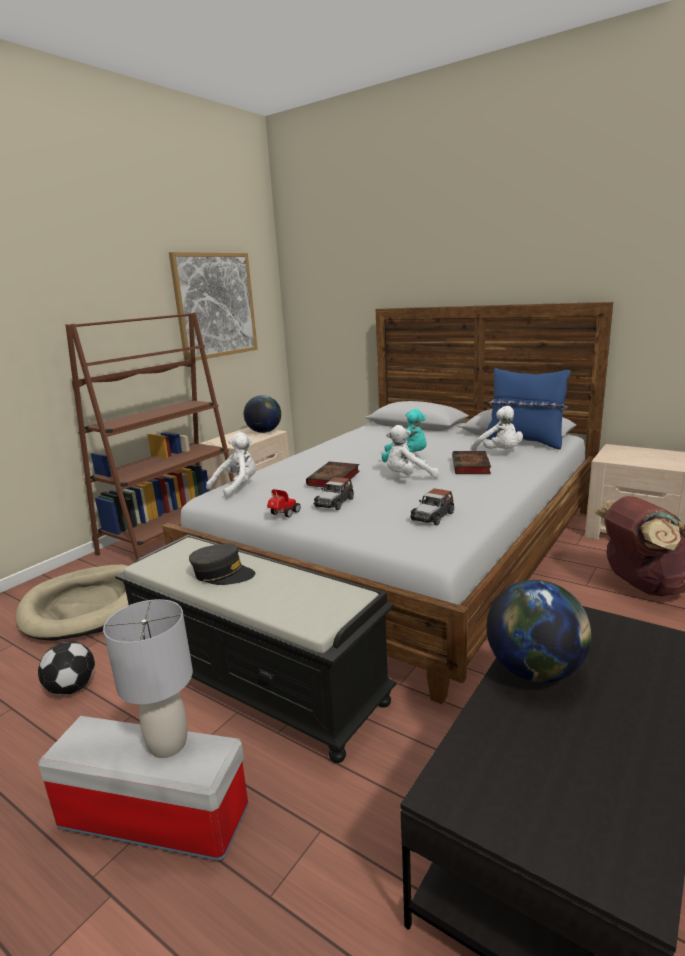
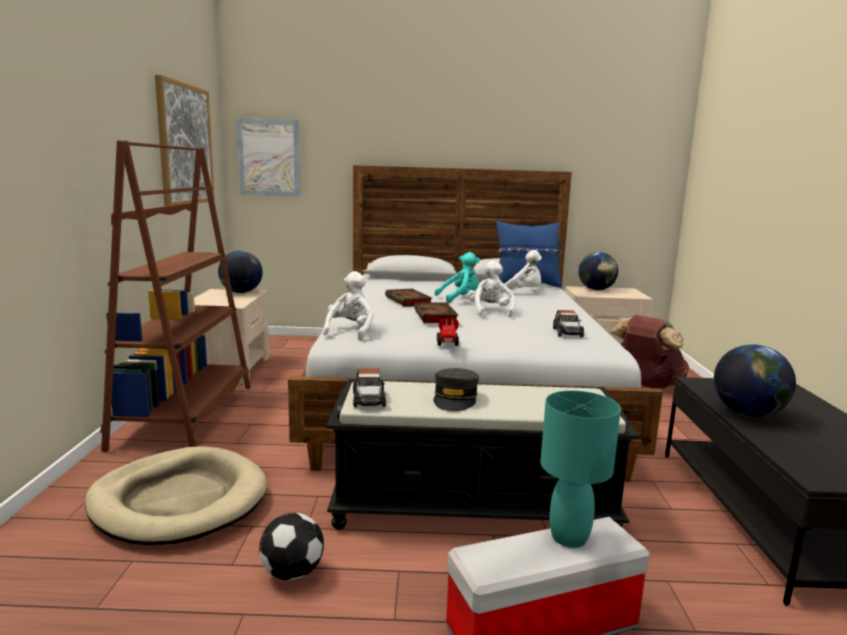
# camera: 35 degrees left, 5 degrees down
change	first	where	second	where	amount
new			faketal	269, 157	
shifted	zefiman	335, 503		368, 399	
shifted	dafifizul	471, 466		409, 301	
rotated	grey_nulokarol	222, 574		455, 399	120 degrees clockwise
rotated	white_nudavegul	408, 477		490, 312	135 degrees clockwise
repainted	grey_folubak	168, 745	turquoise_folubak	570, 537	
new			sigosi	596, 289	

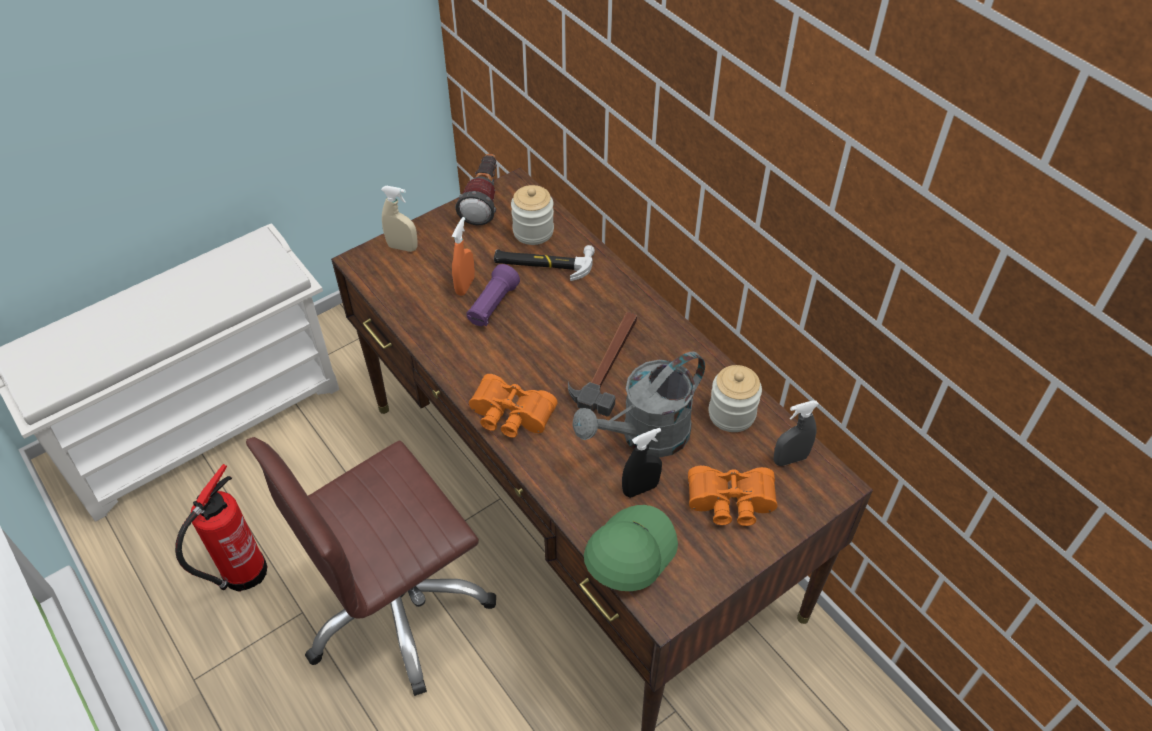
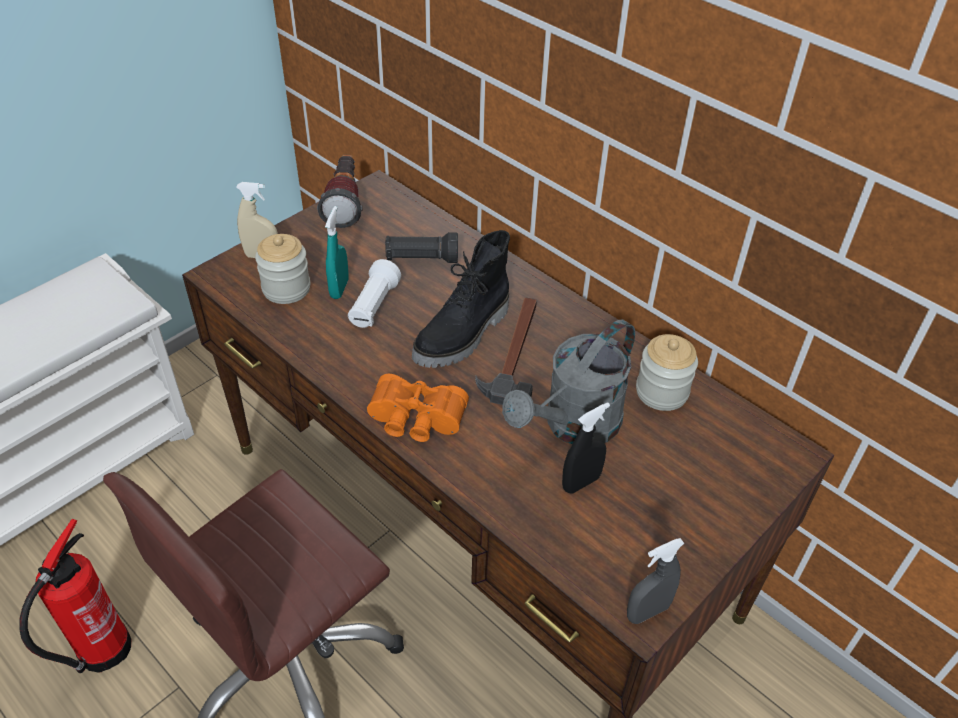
# camera: 10 degrees left, 5 degrees down
change	first	where	second	where	amount
shifted	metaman	533, 231		286, 288	
repainted	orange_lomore	465, 285	turquoise_lomore	339, 288	
repainted	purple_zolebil	492, 306	white_zolebil	373, 306	
swapped	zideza	543, 263	black_zolebil	421, 259	
new			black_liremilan	464, 336	
shifted	grey_lomore	790, 459		647, 612	
gone	green_nulokarol	629, 552			
gone	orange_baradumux	731, 504			

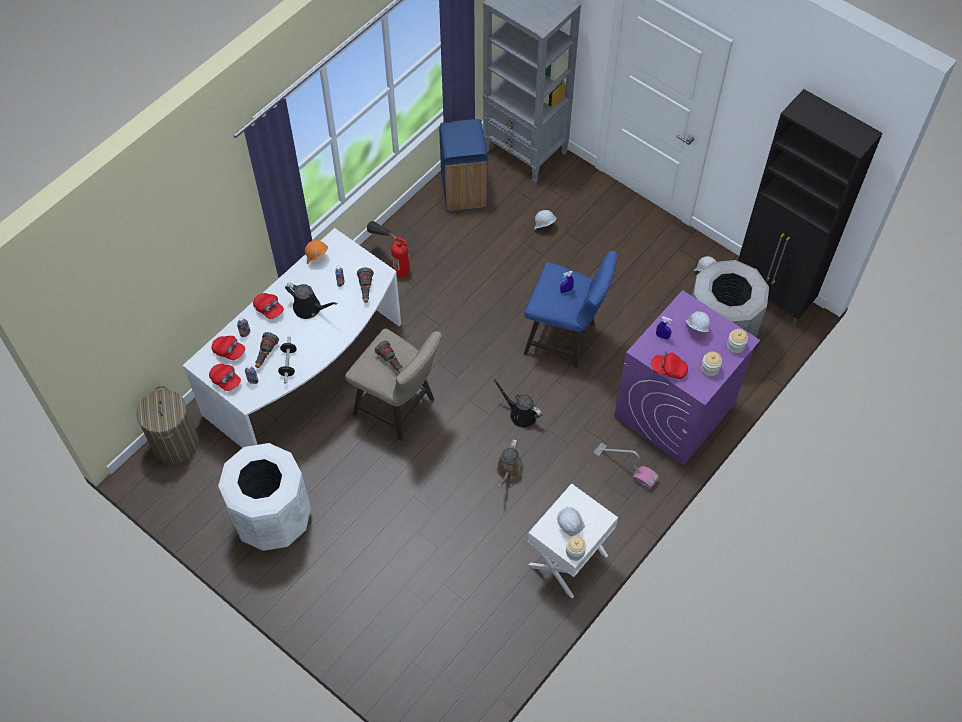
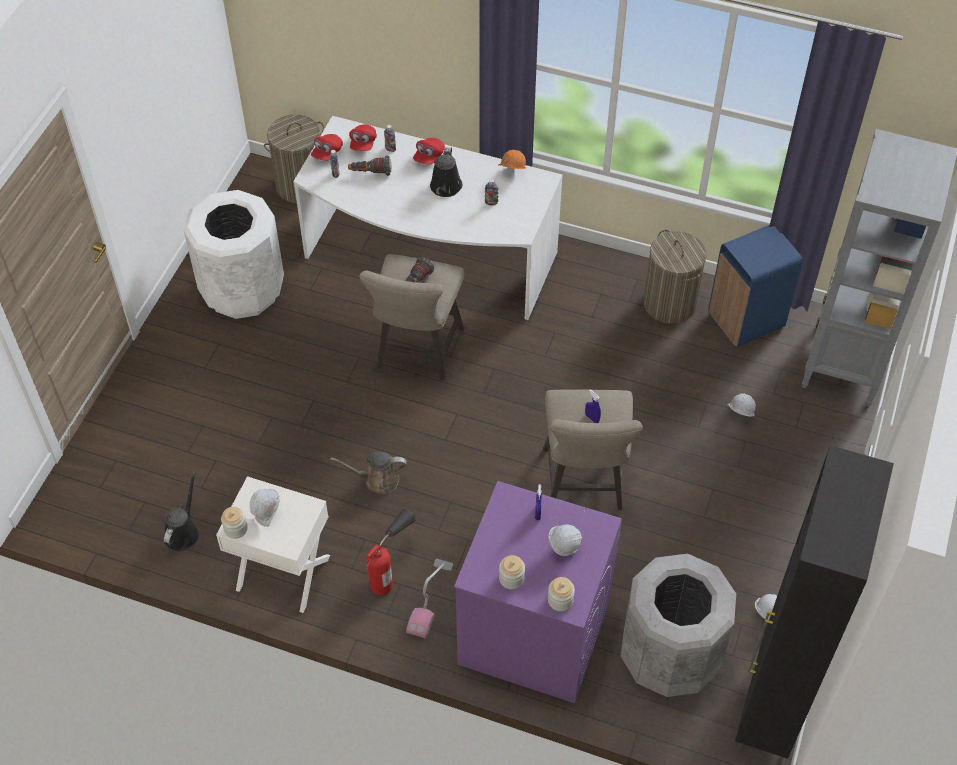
# camera: 70 degrees right, 5 degrees down
change	first	where	second	where	amount
shifted	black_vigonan	520, 414		183, 532	
shifted	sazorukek	391, 262		391, 568	
repainted	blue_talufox	565, 339	beige_talufox	584, 485	
new			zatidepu	669, 303	
gone	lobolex	288, 363			
gone	zolebil	366, 291			
gone	red_nulokarol	668, 369			

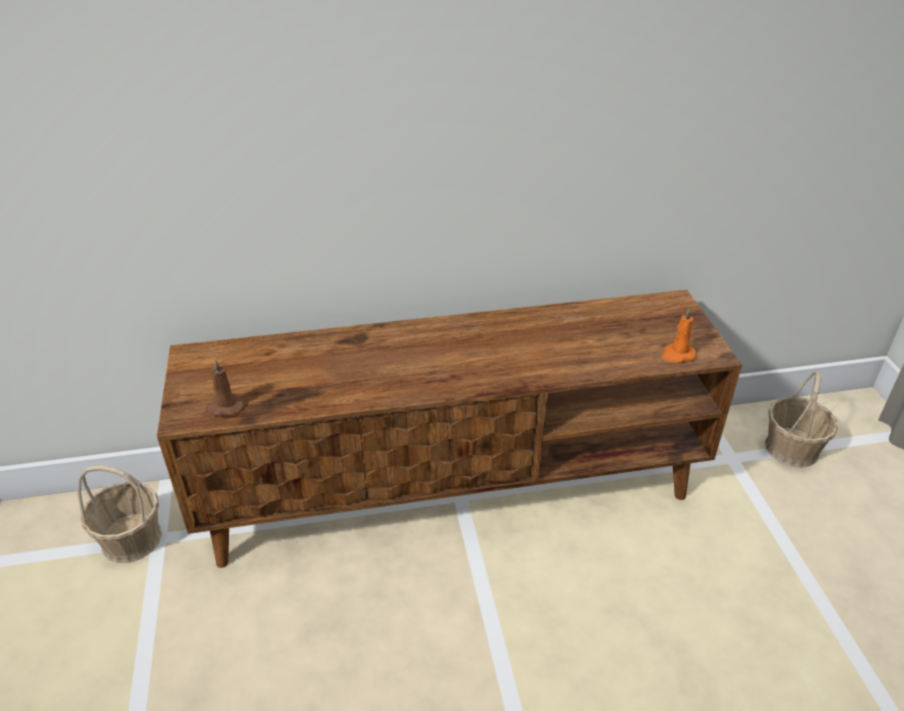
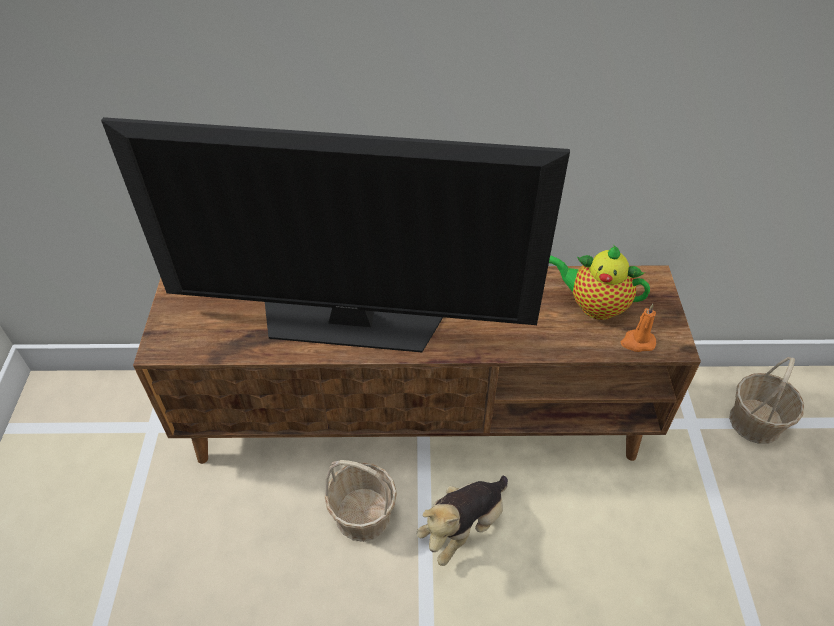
# camera: 10 degrees right, 10 degrees up
change	first	where	second	where	amount
new			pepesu	351, 320	
shifted	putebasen	131, 539		362, 514	
new			nudavegul	463, 526	
new			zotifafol	593, 305	
gone	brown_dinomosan	225, 407			

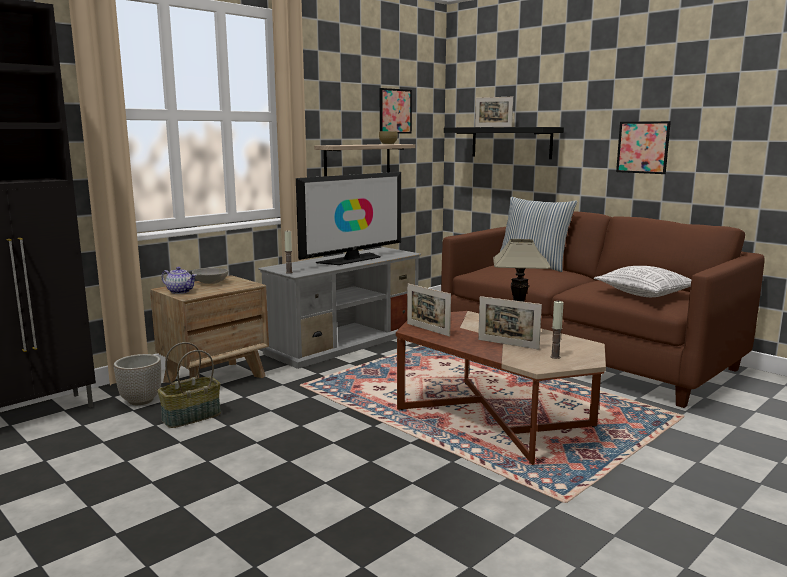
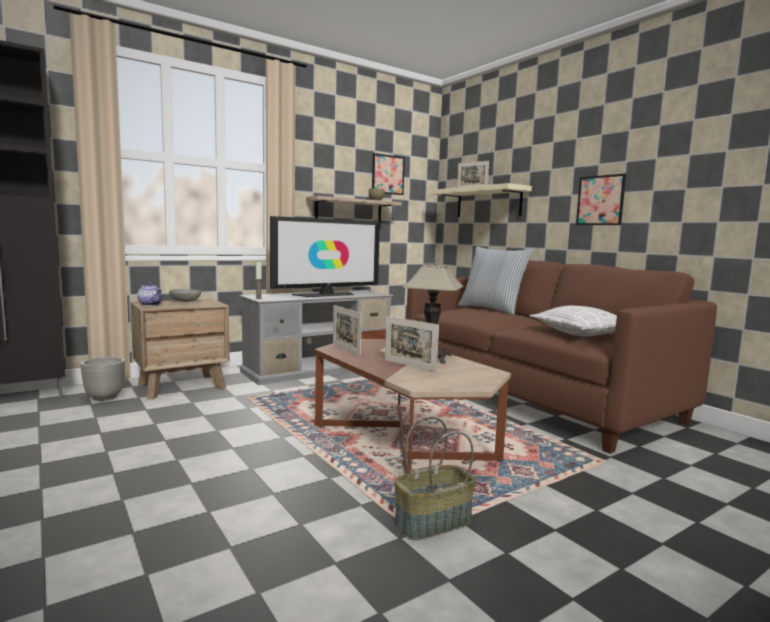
# camera: 10 degrees right, 5 degrees down
change	first	where	second	where	amount
shifted	putebasen	191, 417		433, 523	
repainted	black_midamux	511, 142	beige_midamux	488, 203	
gone	dinomosan	555, 357			

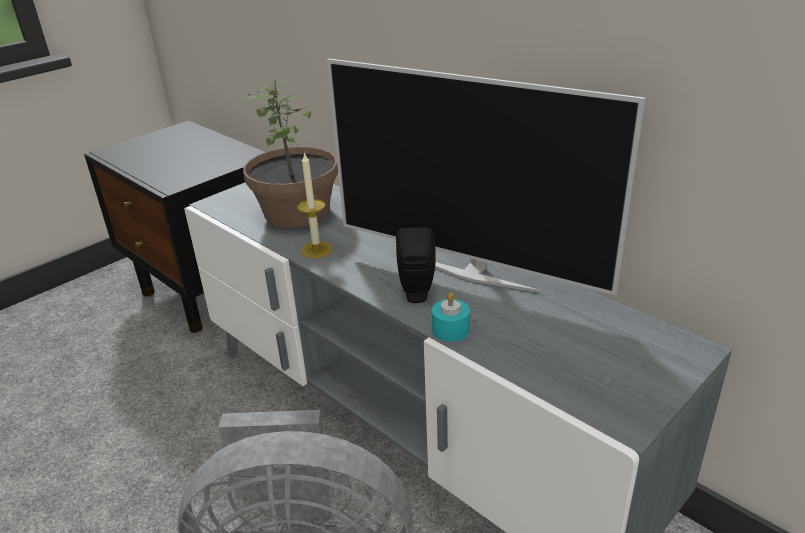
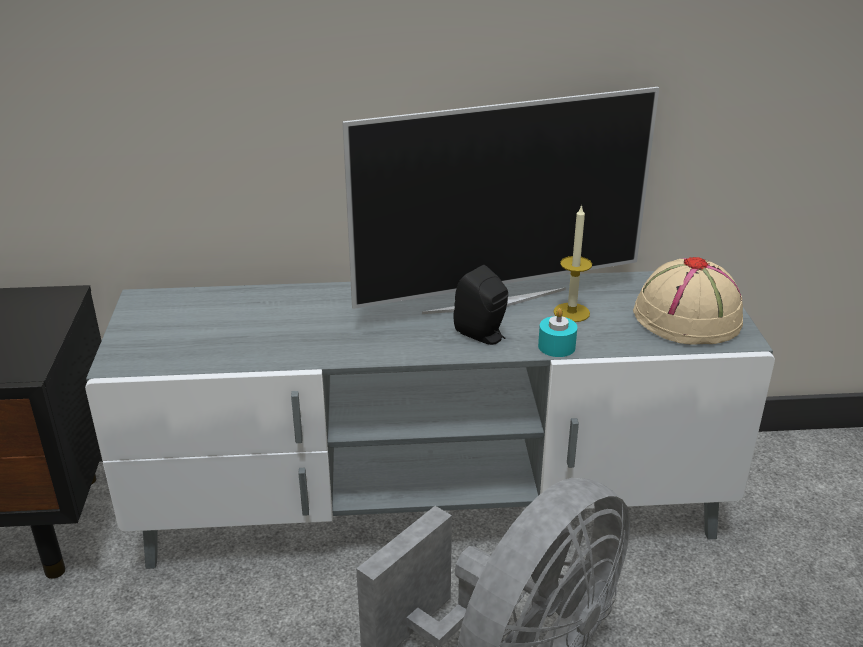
# camera: 50 degrees left, 0 degrees up
change	first	where	second	where	amount
shifted	dinomosan	316, 249		571, 312	
new			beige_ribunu	688, 318	
gone	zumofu	298, 212			

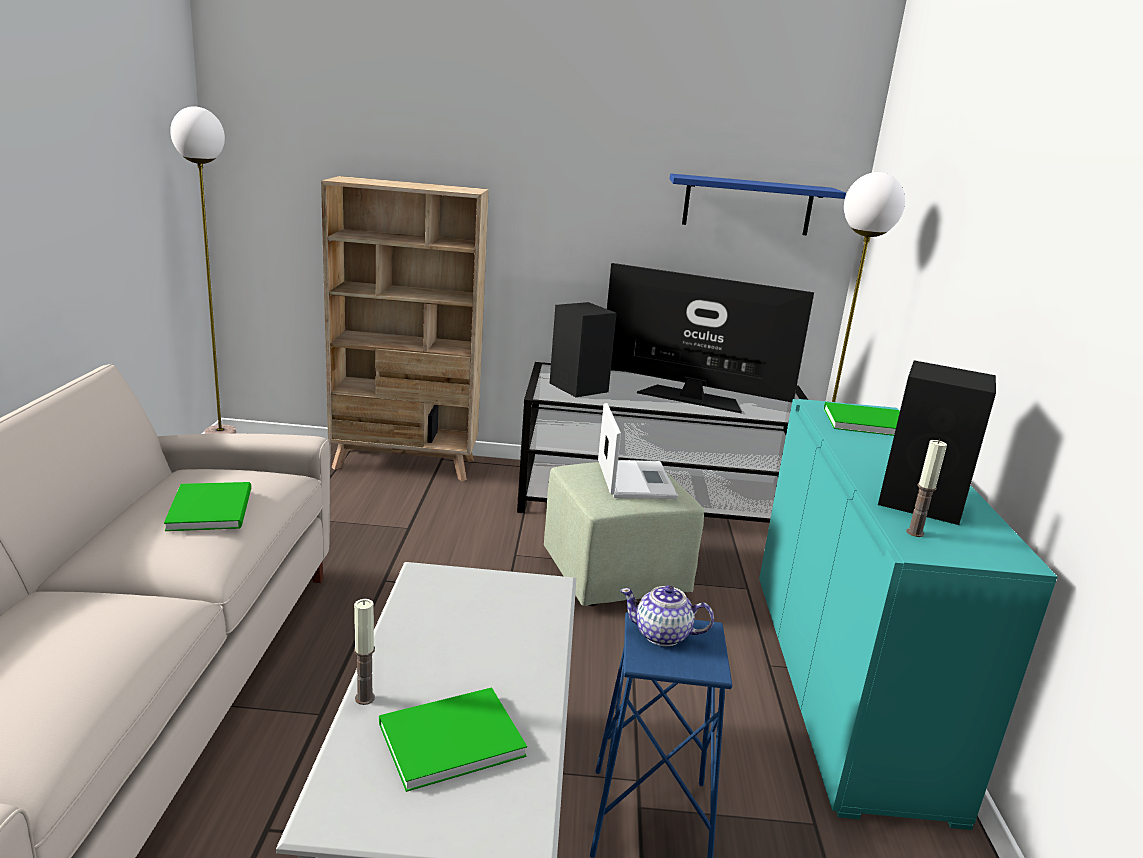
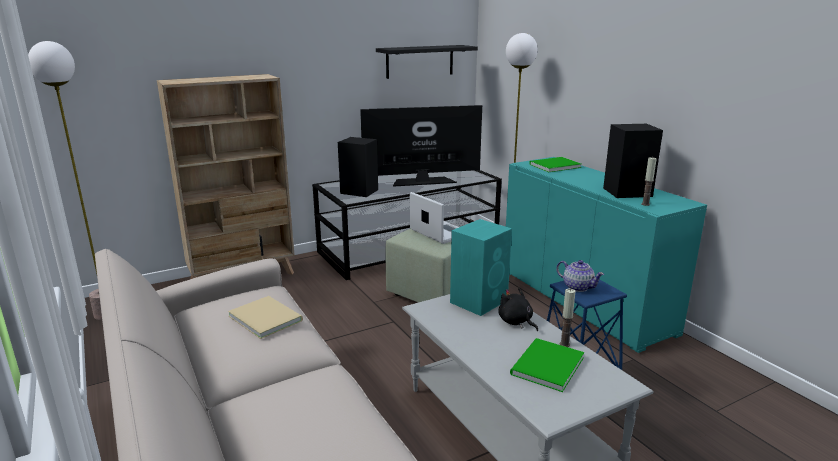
# camera: 30 degrees left, 0 degrees up
change	first	where	second	where	amount
repainted	green_dafifizul	213, 508	beige_dafifizul	266, 317	
repainted	blue_midamux	747, 205	black_midamux	420, 61	
new			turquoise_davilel	479, 301	
new			black_nudavegul	516, 322	
rotated	zotifafol	663, 635		577, 287	120 degrees counterclockwise
shifted	dinomosan	365, 698		564, 344	

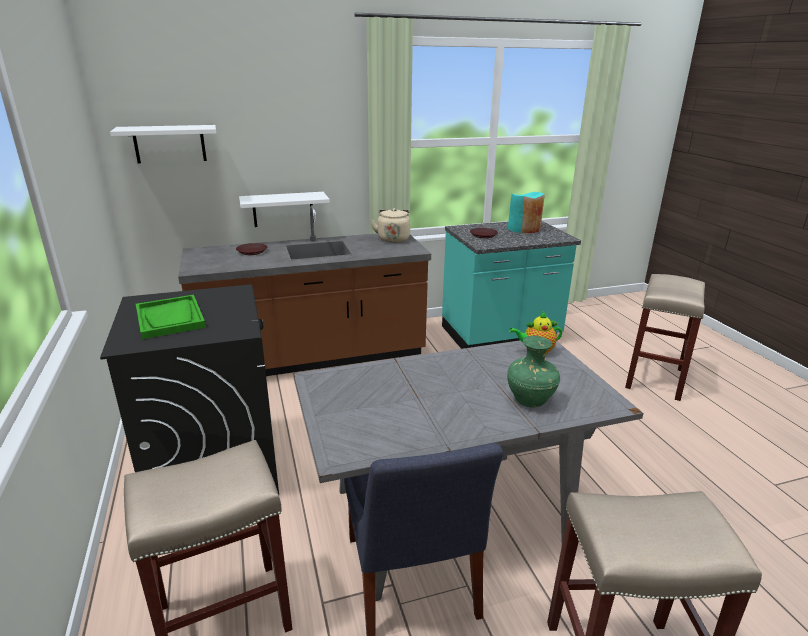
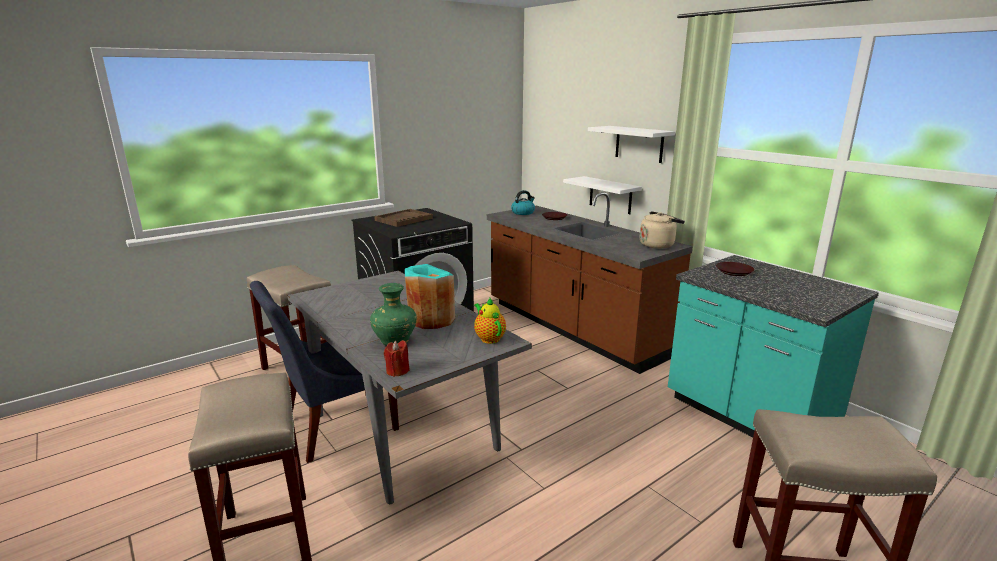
# camera: 70 degrees right, 5 degrees down
change	first	where	second	where	amount
repainted	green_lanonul	170, 318	brown_lanonul	404, 219	
new			red_dinomosan	397, 371	
shifted	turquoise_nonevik	524, 229		431, 319	
new			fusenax	523, 212	
shifted	white_midamux	169, 144		639, 144	

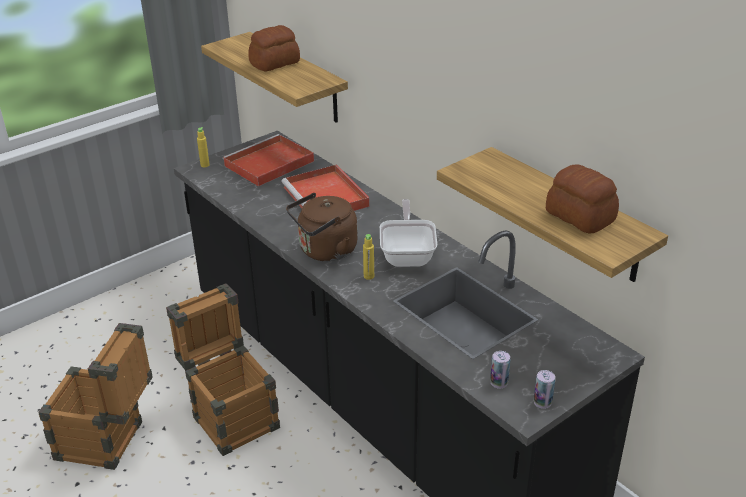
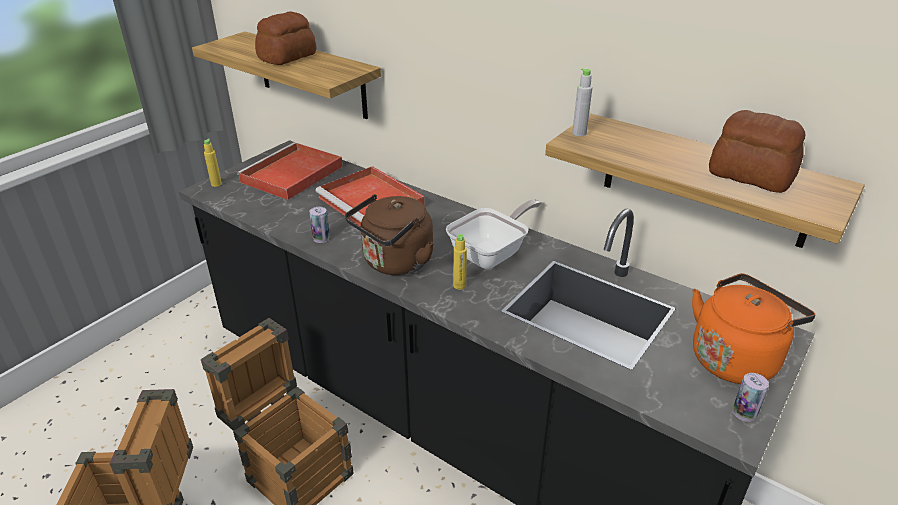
# camera: 15 degrees left, 0 degrees up
change	first	where	second	where	amount
shifted	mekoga	499, 382		321, 238	
rotated	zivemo	408, 254		492, 253	60 degrees clockwise
new			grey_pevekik	579, 133	
new			orange_fusenax	736, 358	

